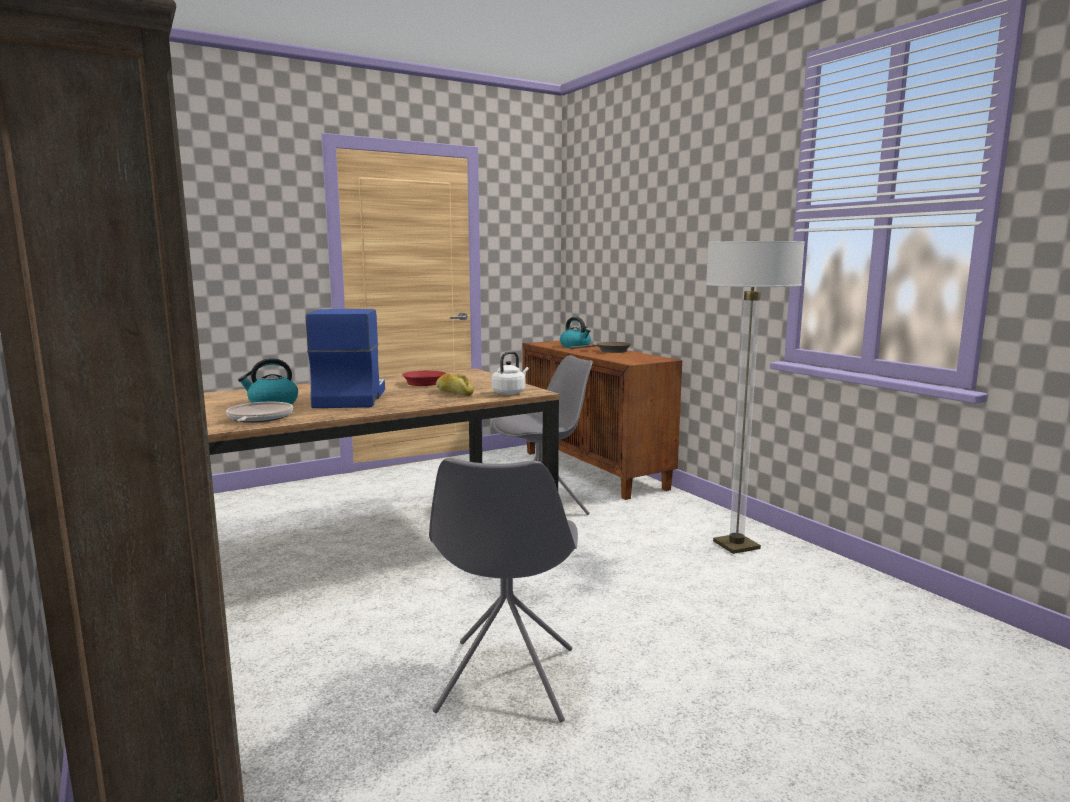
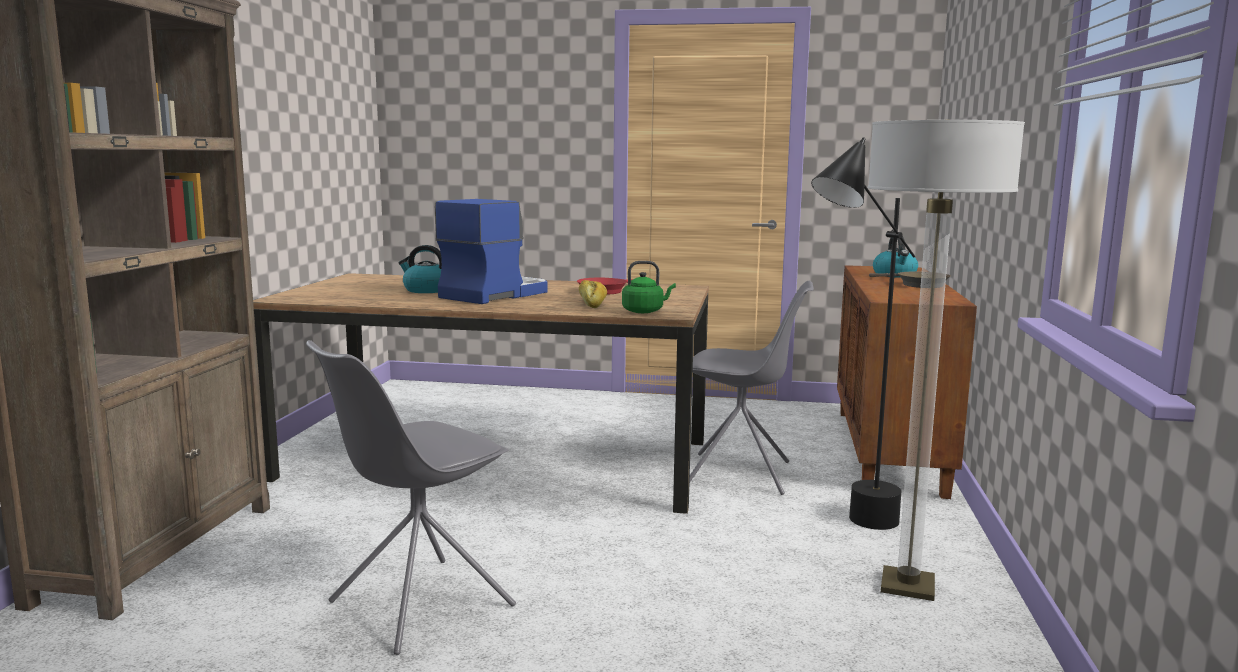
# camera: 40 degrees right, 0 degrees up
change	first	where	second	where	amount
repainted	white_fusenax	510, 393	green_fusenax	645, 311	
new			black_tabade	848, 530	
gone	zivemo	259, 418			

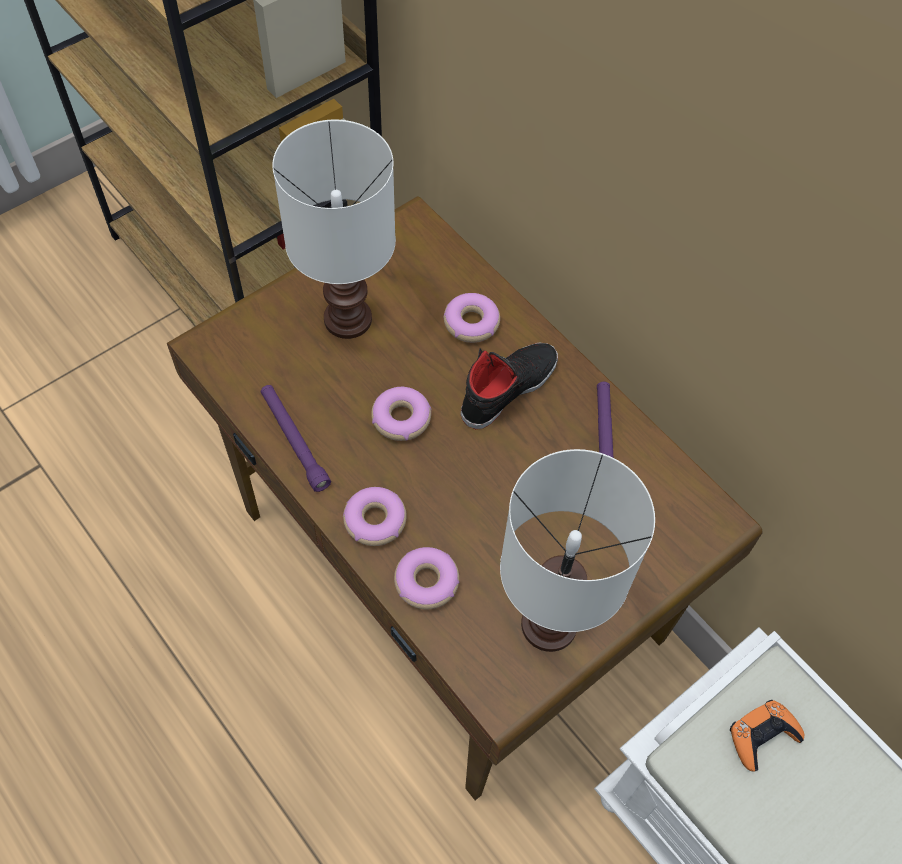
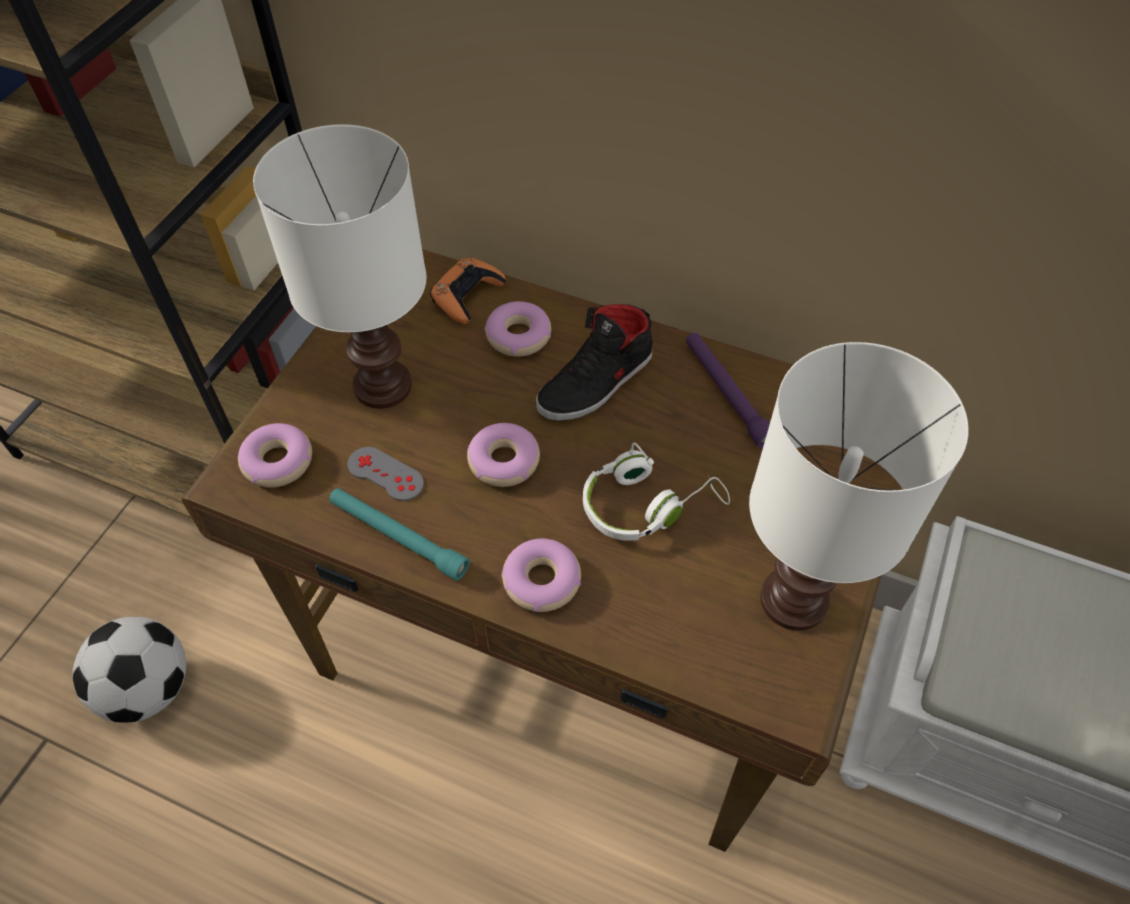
# camera: 25 degrees left, 5 degrees down
change	first	where	second	where	amount
new			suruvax	148, 688	
shifted	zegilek	427, 582		278, 462	
repainted	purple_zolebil	294, 440	turquoise_zolebil	398, 537	
new			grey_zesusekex	385, 474	
shifted	orange_zesusekex	762, 736		467, 296	
rotated	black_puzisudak	508, 388		596, 382	150 degrees counterclockwise
new			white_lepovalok	647, 504	

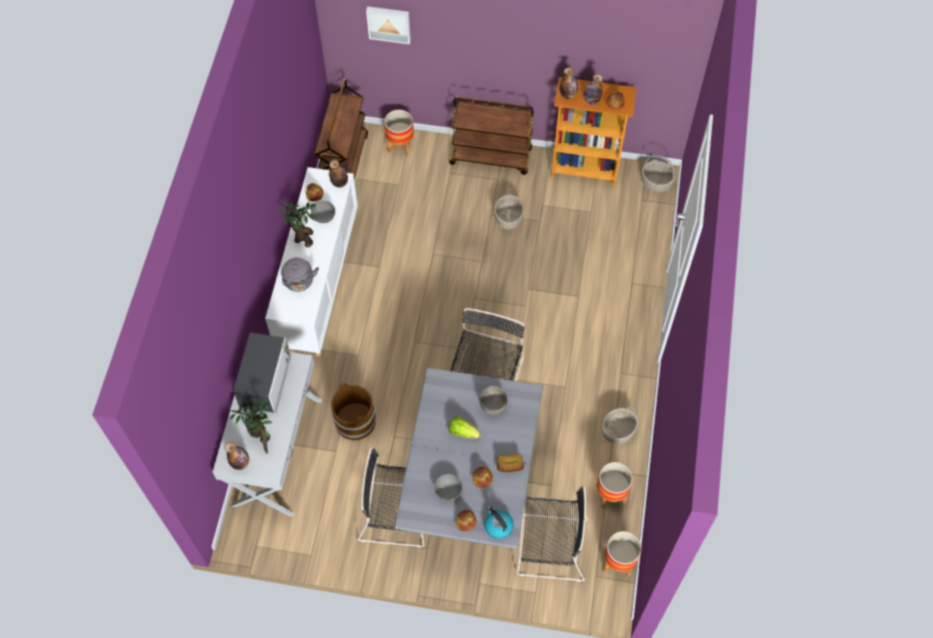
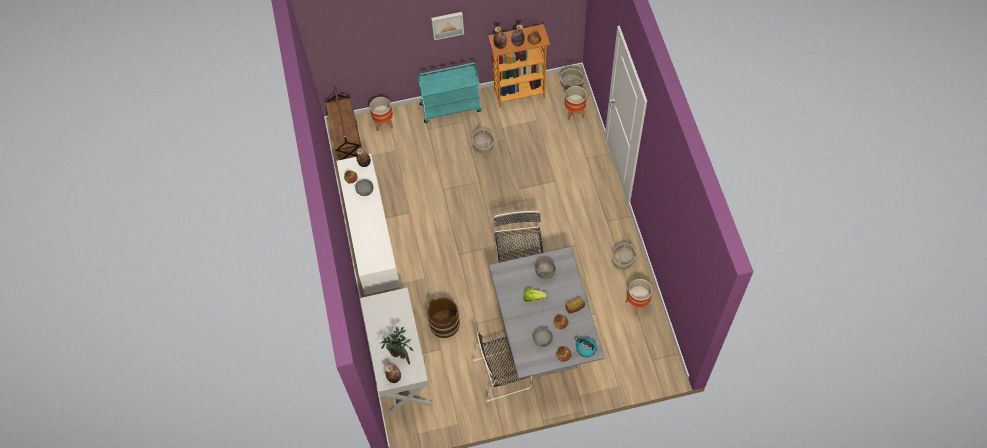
# camera: 20 degrees left, 0 degrees up
change	first	where	second	where	amount
repainted	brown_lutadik	491, 156	turquoise_lutadik	451, 107	
shifted	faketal	389, 23		447, 24	
shifted	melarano	618, 562		574, 112	
gone	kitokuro	265, 381			
gone	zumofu	302, 239			
gone	grey_fusenax	299, 282			
gone	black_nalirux	549, 546			

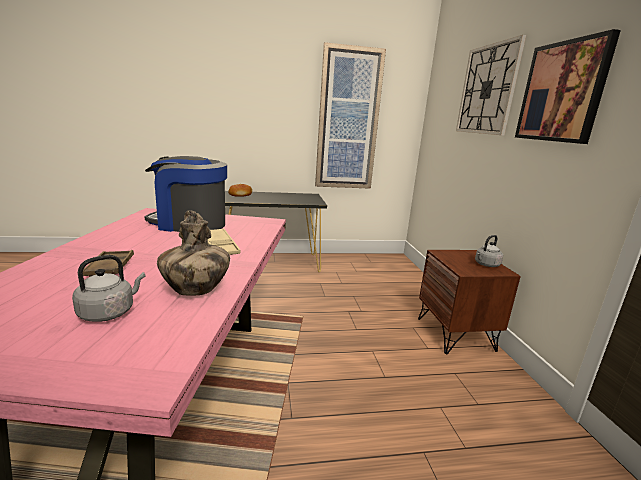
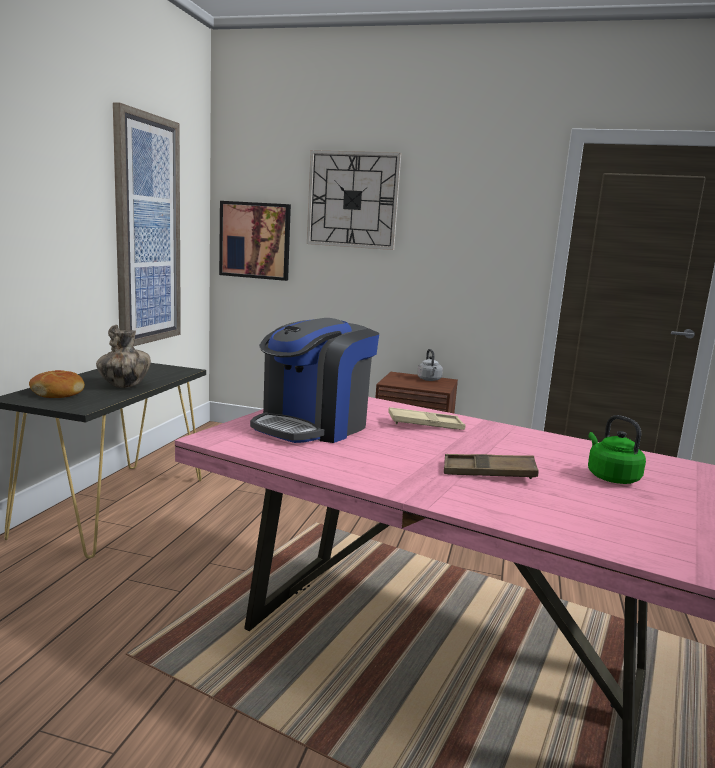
# camera: 65 degrees left, 5 degrees down
change	first	where	second	where	amount
shifted	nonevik	195, 291		125, 386	
shifted	faketal	562, 92		255, 240	
repainted	grey_fusenax	109, 312	green_fusenax	610, 477	

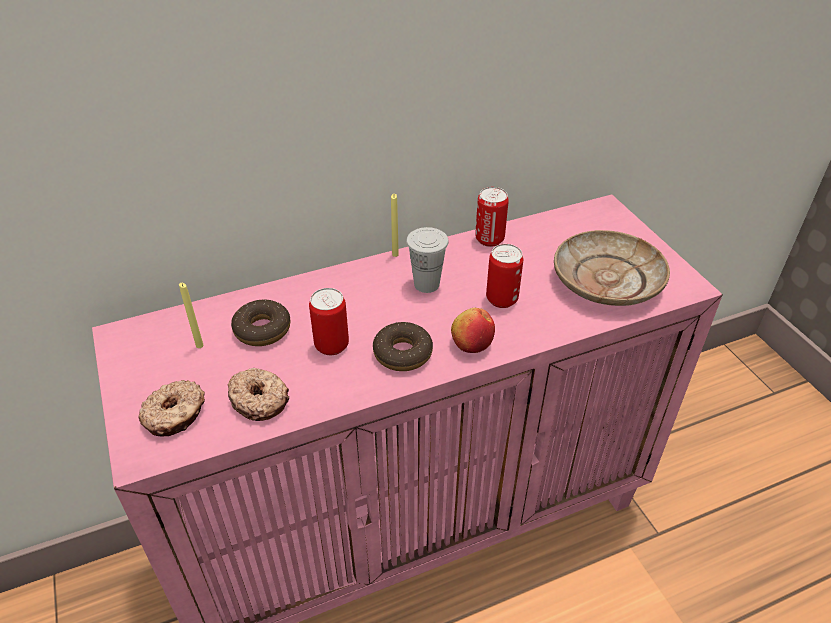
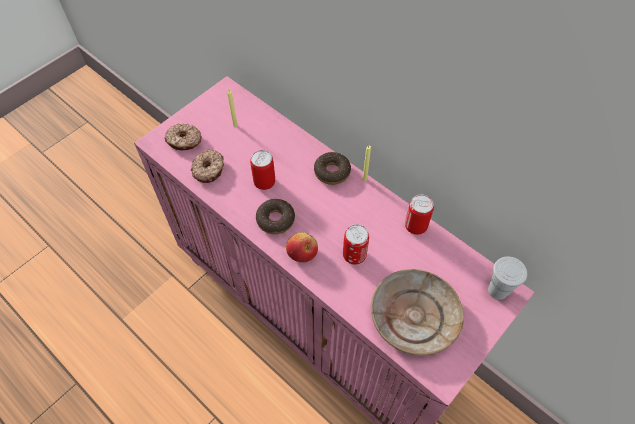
# camera: 65 degrees right, 15 degrees up
change	first	where	second	where	amount
shifted	zegilek	262, 329		332, 172	
shifted	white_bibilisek	426, 284		498, 290	

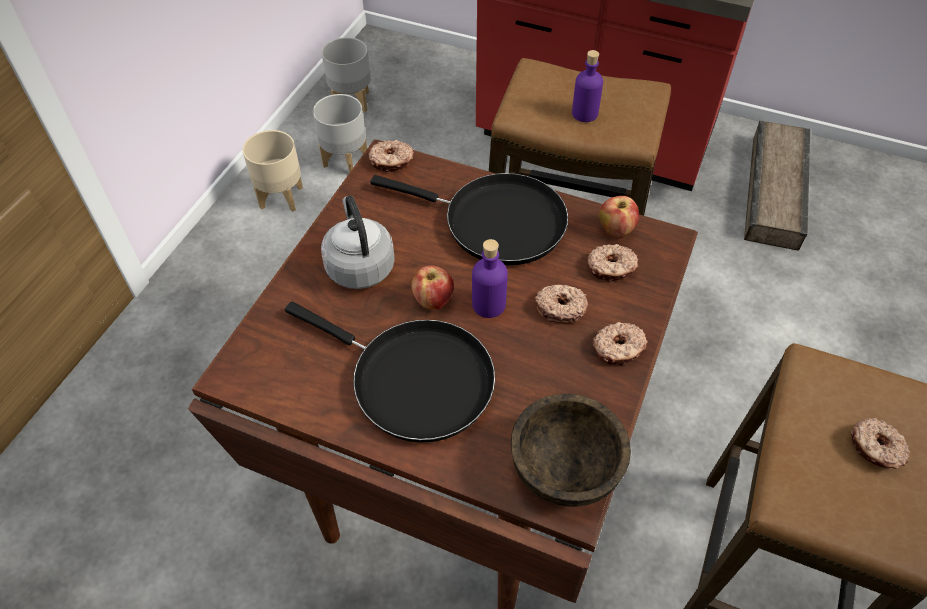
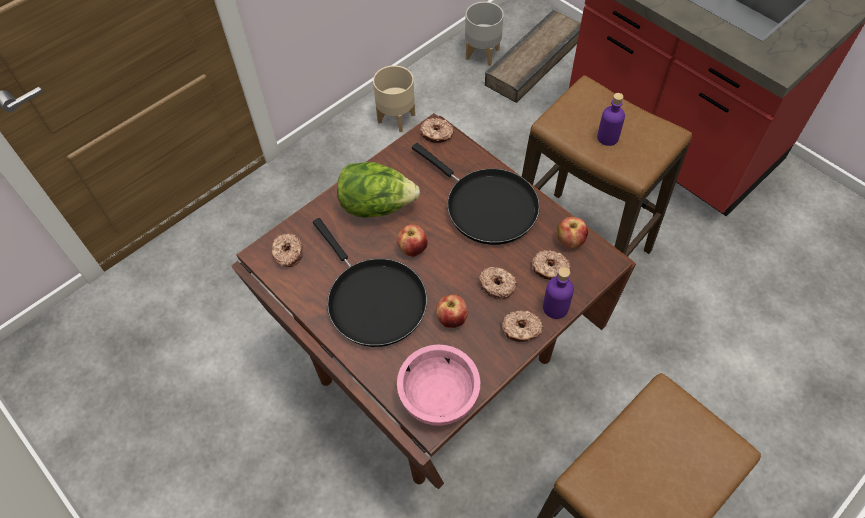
# camera: 25 degrees right, 5 degrees up
change	first	where	second	where	amount
shifted	zegilek	875, 448		287, 253	
swapped	grey_fusenax	359, 265	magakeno	377, 206	
repainted	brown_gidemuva	565, 468	pink_gidemuva	439, 396	
new			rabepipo	452, 319	
shifted	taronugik	772, 190		533, 60	
shifted	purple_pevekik	488, 305		555, 308	
gone	grey_melarano	345, 160			

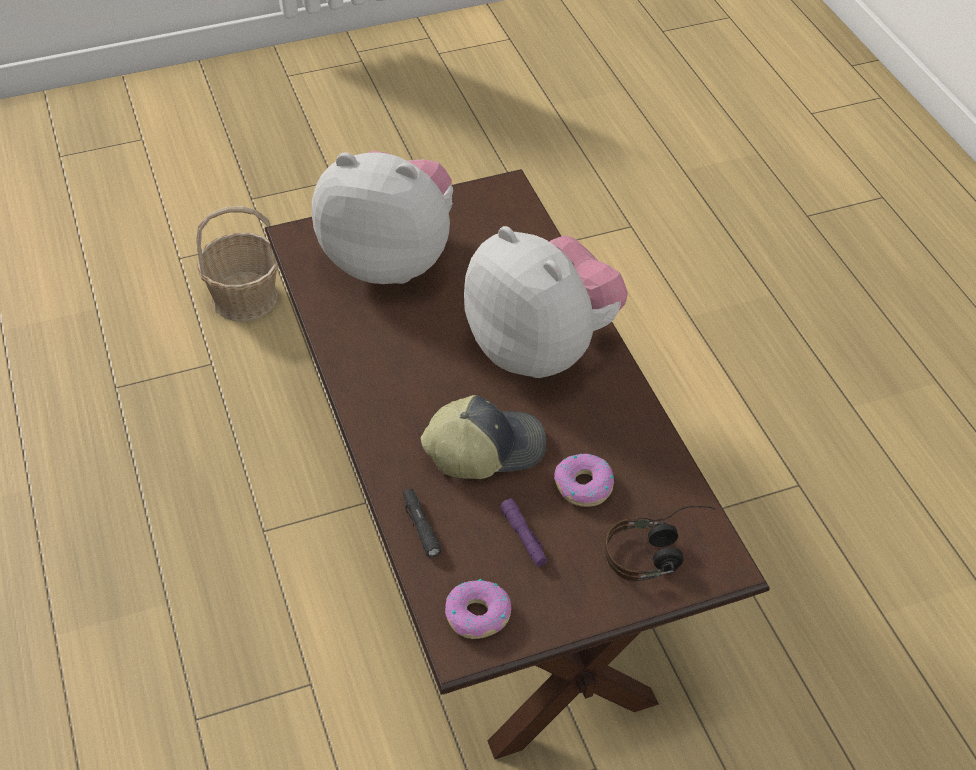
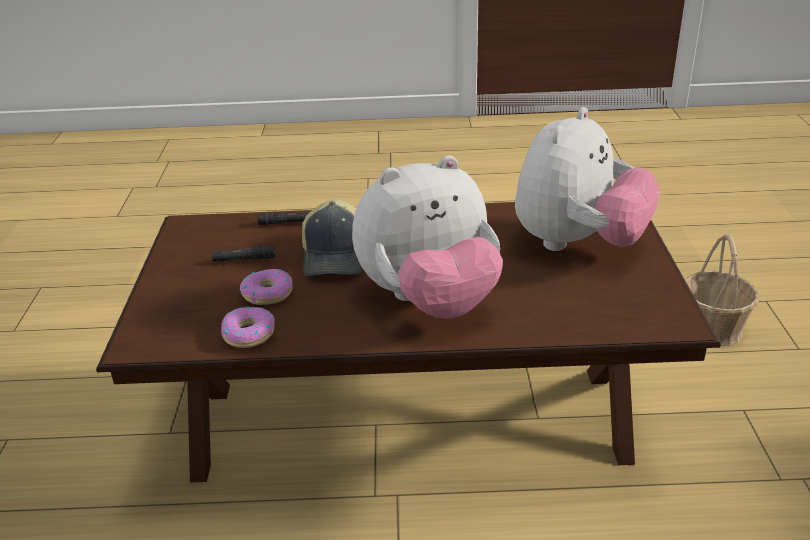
# camera: 110 degrees right, 15 degrees down
change	first	where	second	where	amount
repainted	purple_zolebil	524, 537	black_zolebil	244, 259	
shifted	zegilek	478, 615		248, 334	
gone	lepovalok	660, 551			

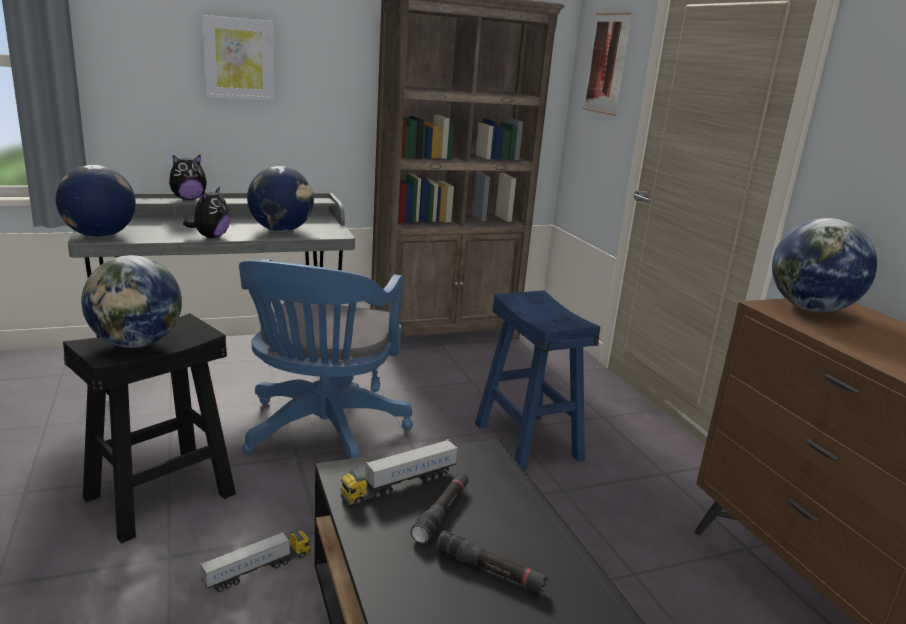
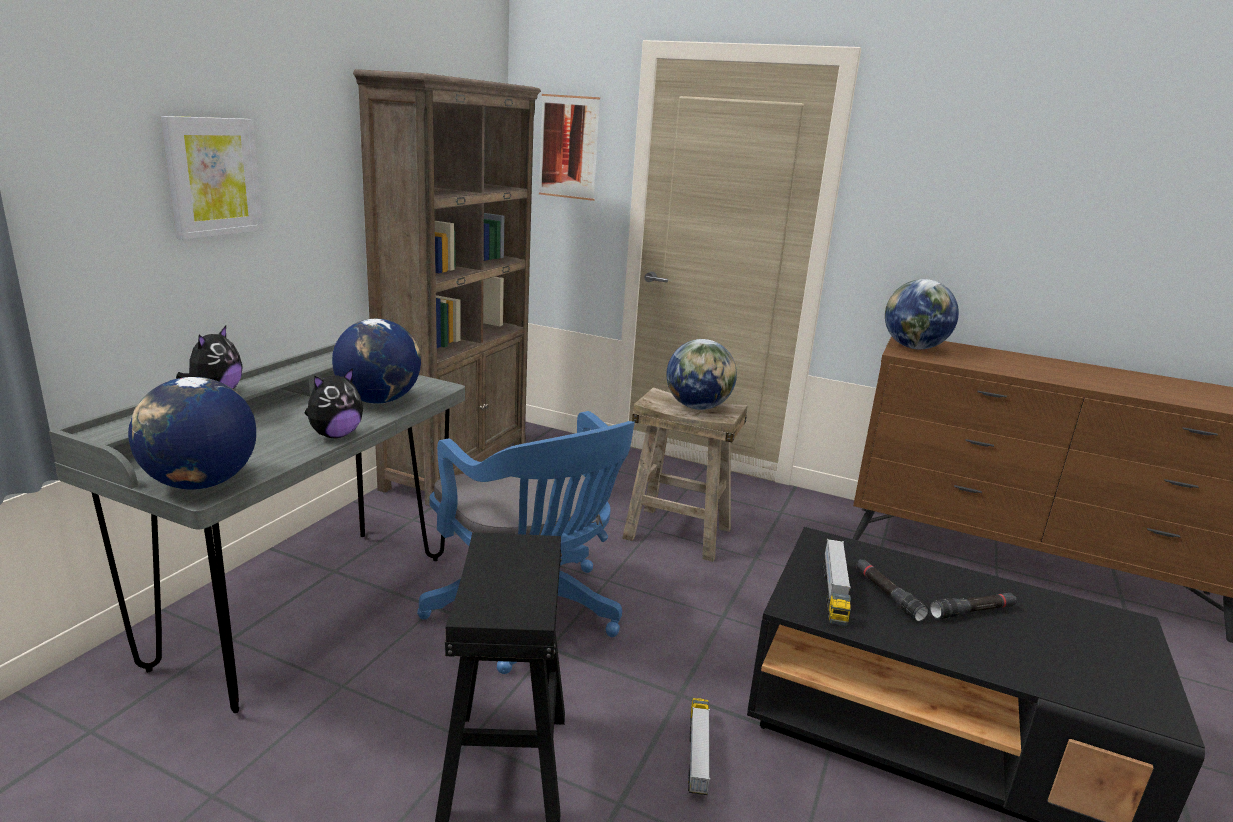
# camera: 45 degrees left, 0 degrees up
change	first	where	second	where	amount
rotated	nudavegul	210, 237		335, 435	75 degrees clockwise
repainted	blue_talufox	528, 441	beige_talufox	678, 533	
shifted	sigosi	137, 344		698, 407	

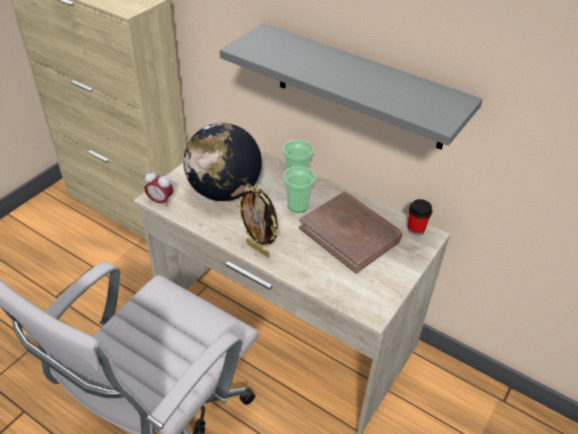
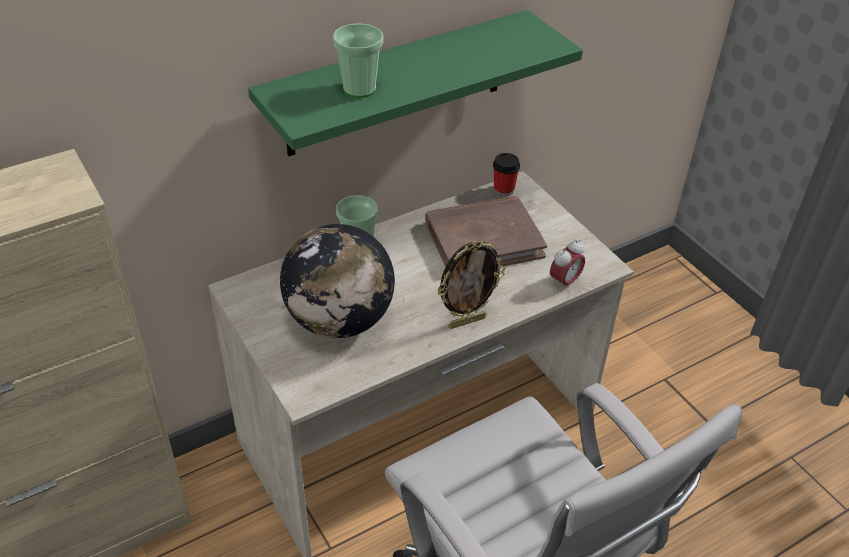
# camera: 65 degrees left, 0 degrees up
change	first	where	second	where	amount
repainted	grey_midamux	360, 87	green_midamux	396, 84	
shifted	bibilisek	298, 205		359, 89	
shifted	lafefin	160, 201		564, 282	

